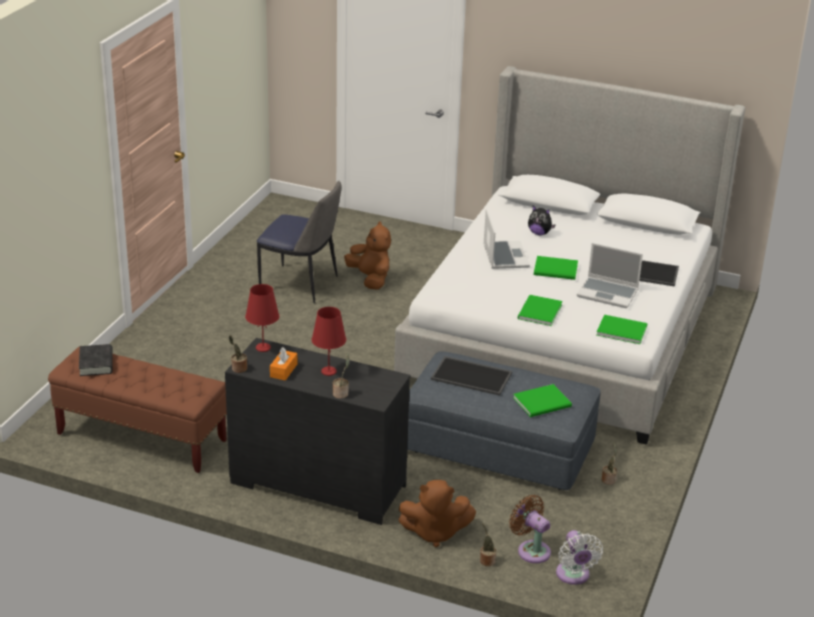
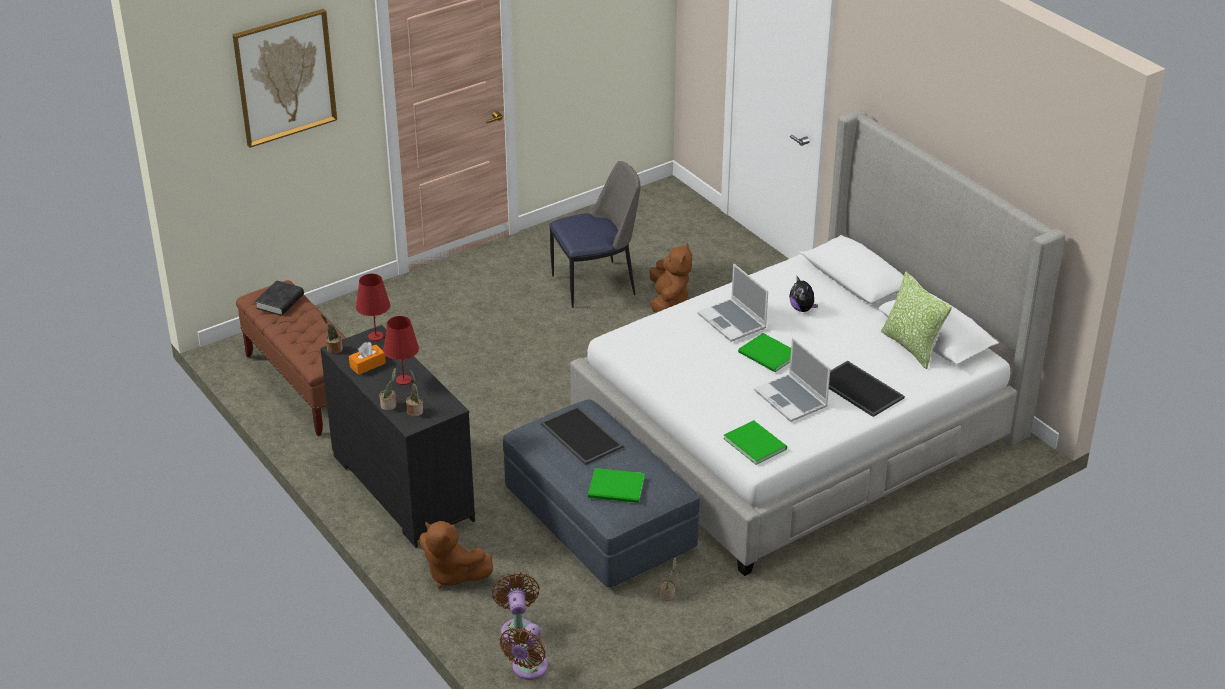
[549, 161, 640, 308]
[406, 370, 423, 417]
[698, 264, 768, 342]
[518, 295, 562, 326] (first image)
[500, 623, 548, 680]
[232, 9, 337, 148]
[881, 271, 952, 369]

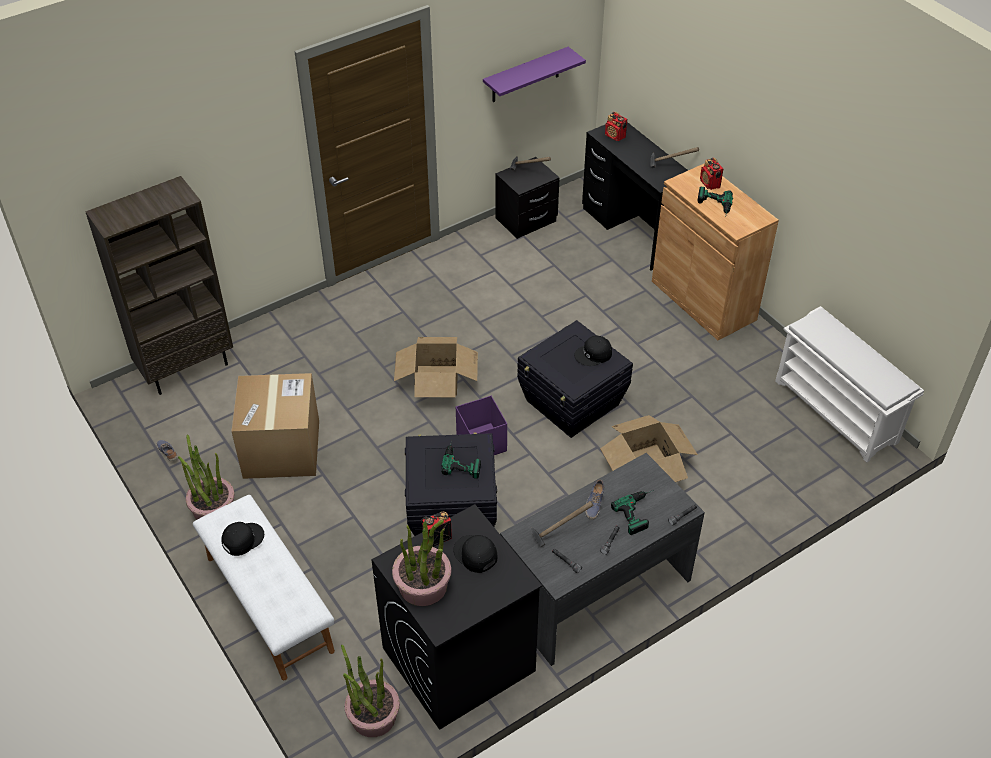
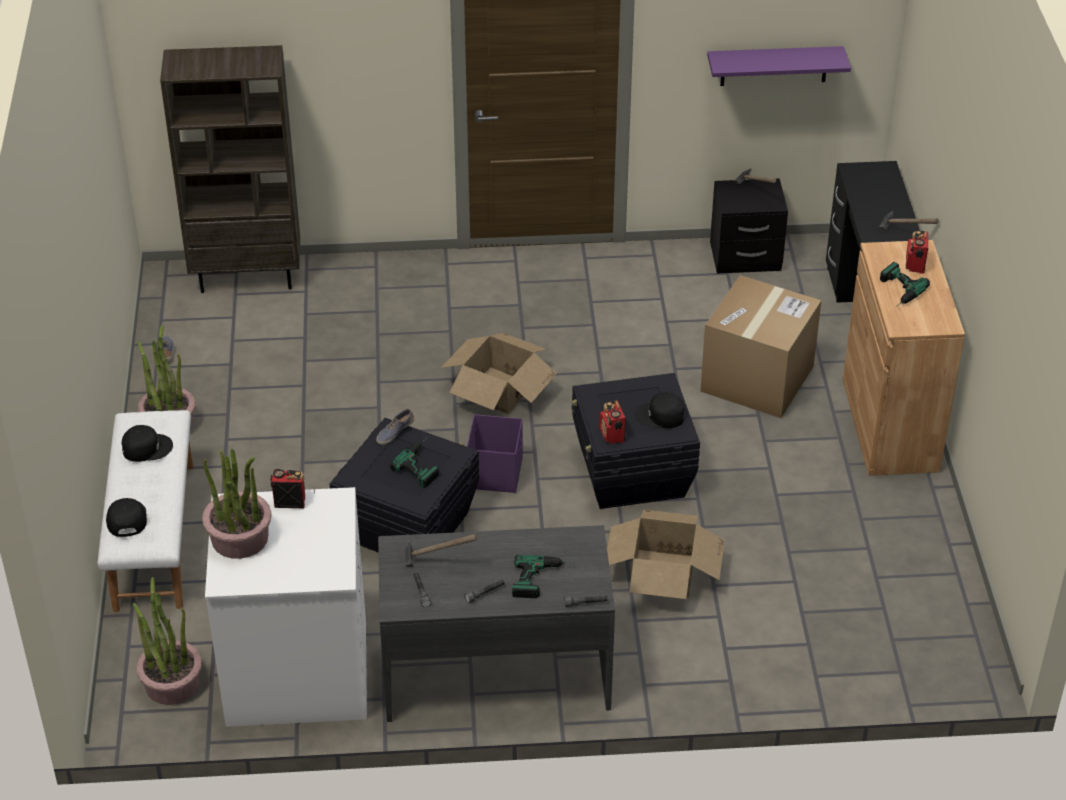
[700, 275, 822, 418]
[205, 487, 367, 727]
[106, 498, 147, 537]
[376, 408, 415, 445]
[600, 400, 626, 444]
[775, 306, 924, 462] (first image)

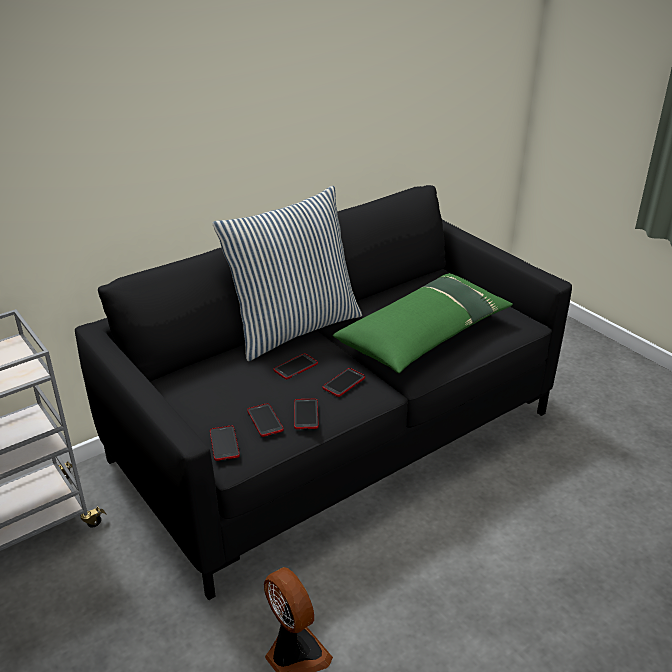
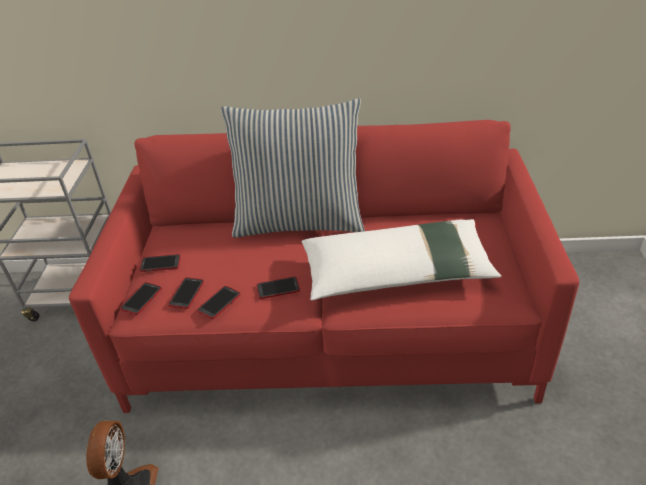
[69, 120, 579, 413]
[139, 254, 181, 272]
[302, 219, 501, 300]

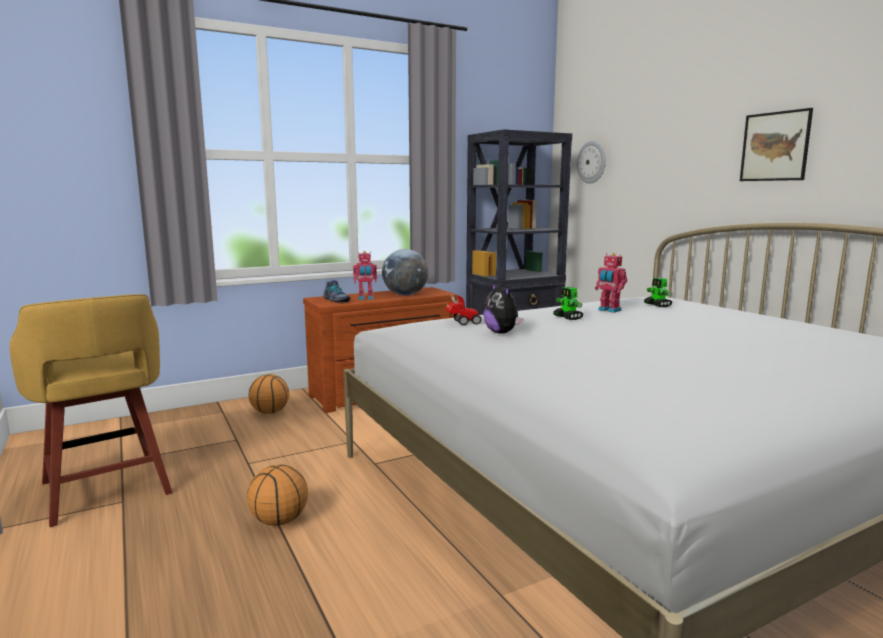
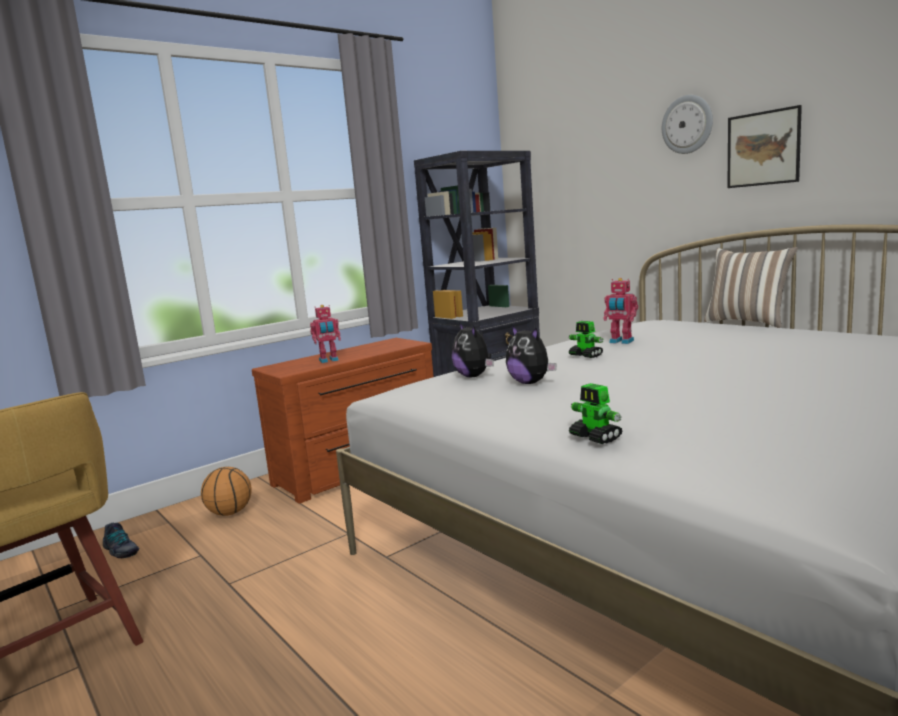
[247, 464, 308, 526] (first image)
[103, 523, 140, 558]
[382, 249, 428, 295] (first image)
[452, 322, 494, 377]
[662, 95, 713, 154]
[569, 383, 623, 444]
[704, 247, 798, 328]

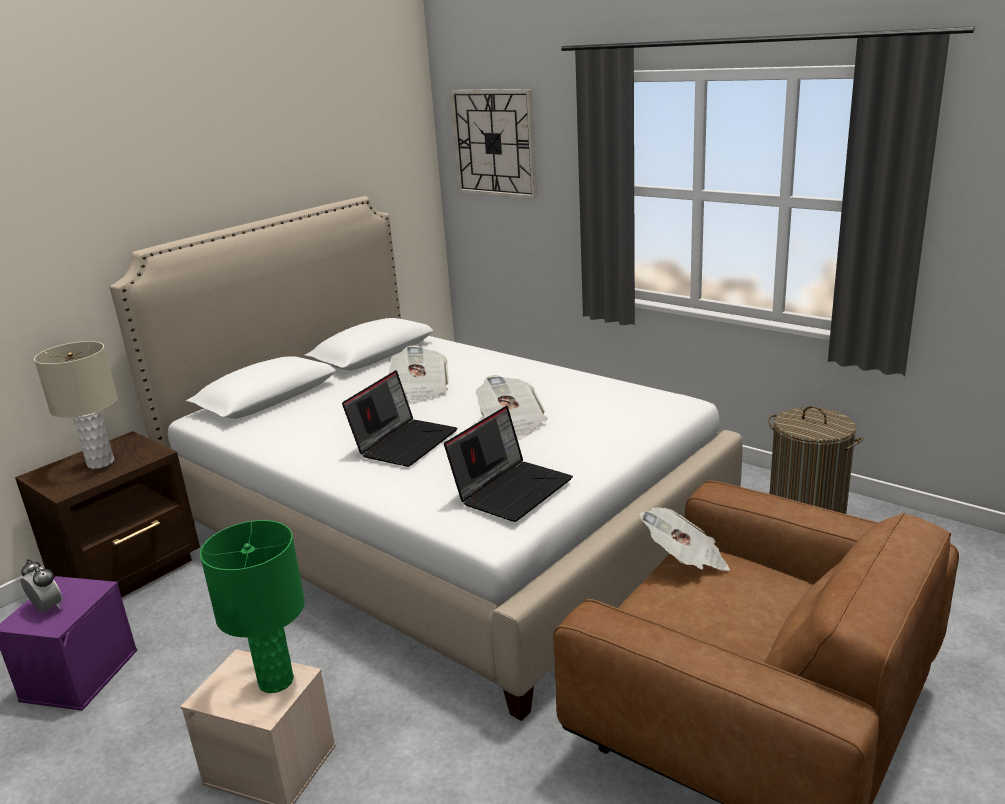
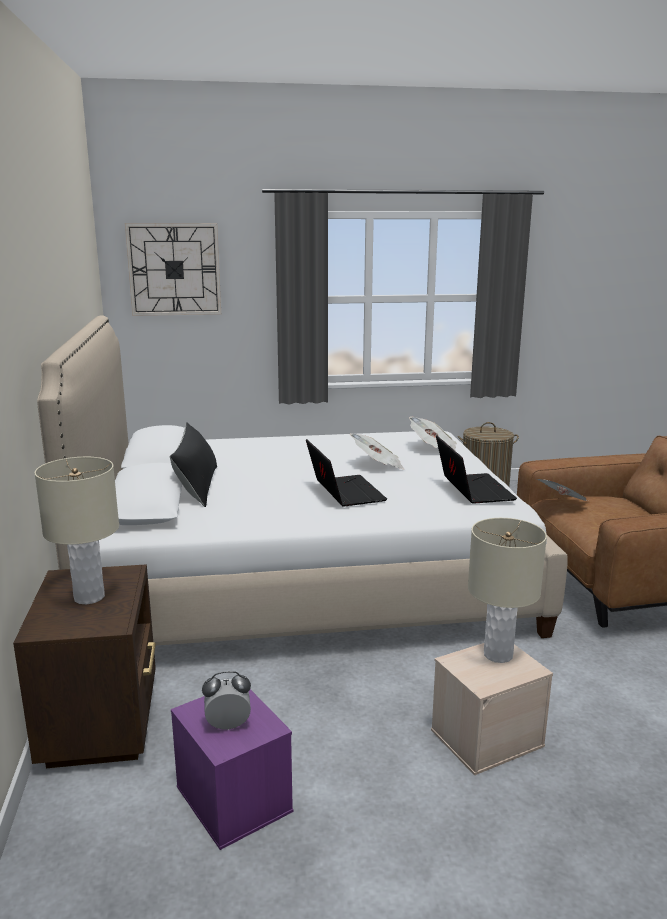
[468, 518, 547, 663]
[409, 416, 457, 451]
[169, 422, 217, 507]

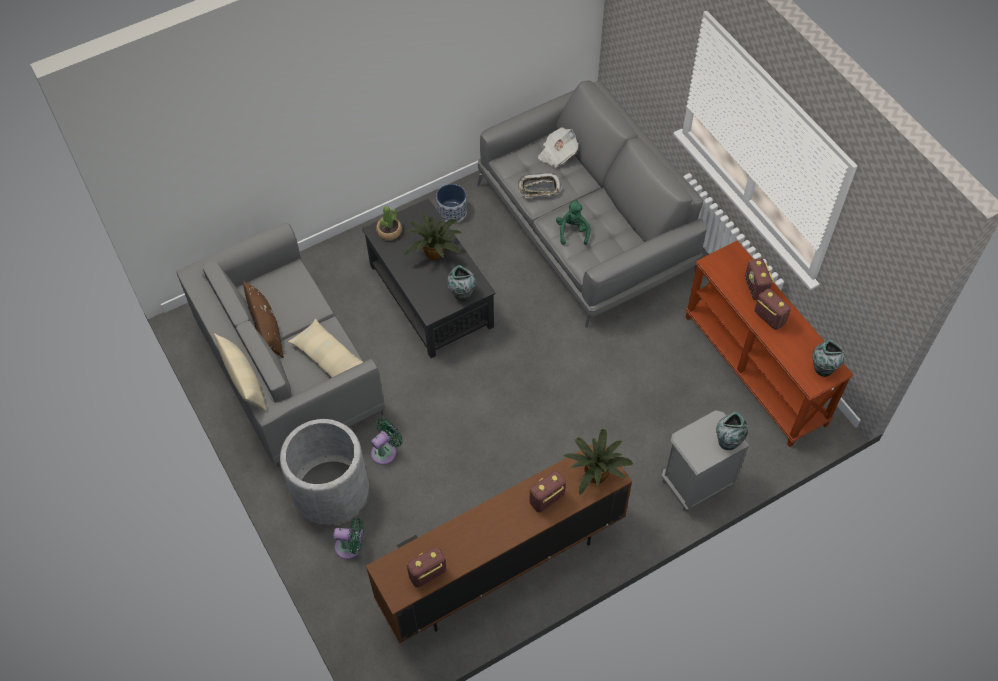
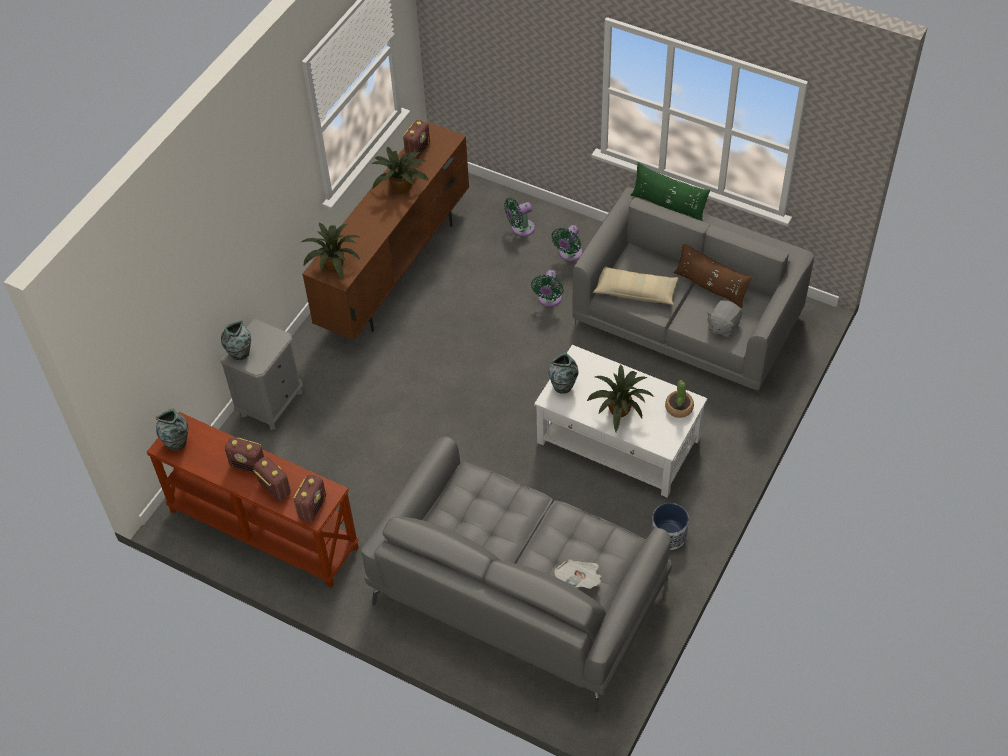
[630, 162, 710, 221]
[551, 225, 582, 261]
[534, 345, 707, 498]
[518, 172, 562, 198] (first image)
[294, 475, 326, 522]
[556, 200, 590, 245] (first image)
[372, 147, 429, 193]
[707, 300, 742, 338]

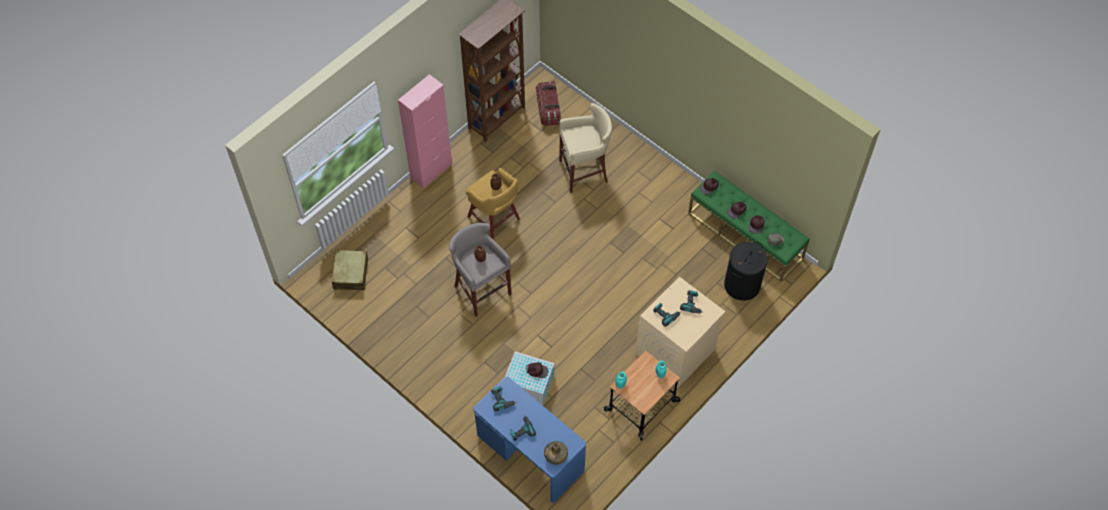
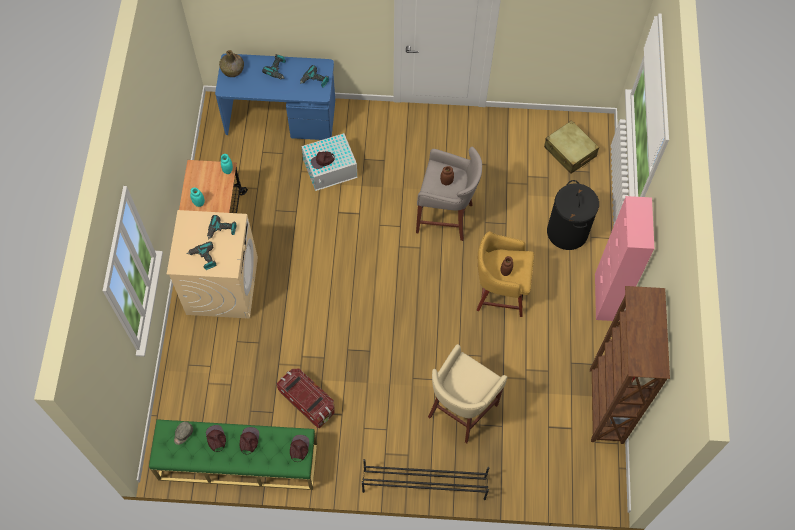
[276, 369, 335, 428]
[547, 180, 599, 250]
[362, 459, 489, 500]

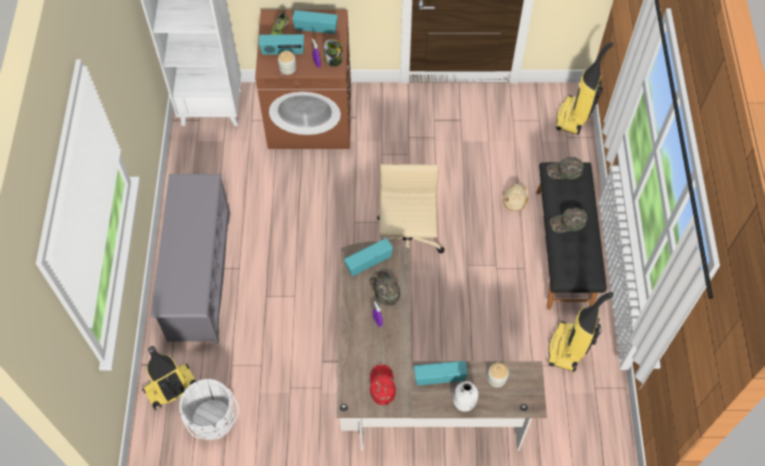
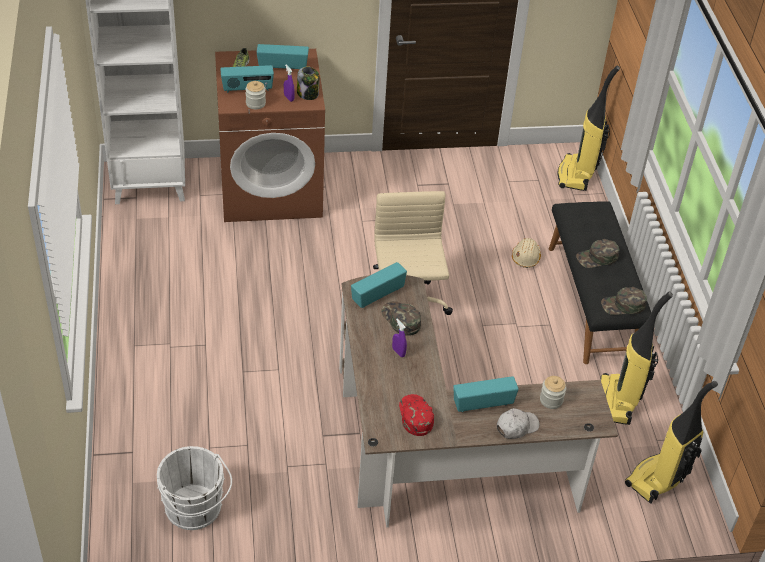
[625, 381, 718, 504]
[151, 174, 230, 344] (first image)
[497, 408, 539, 439]
[601, 287, 647, 315]

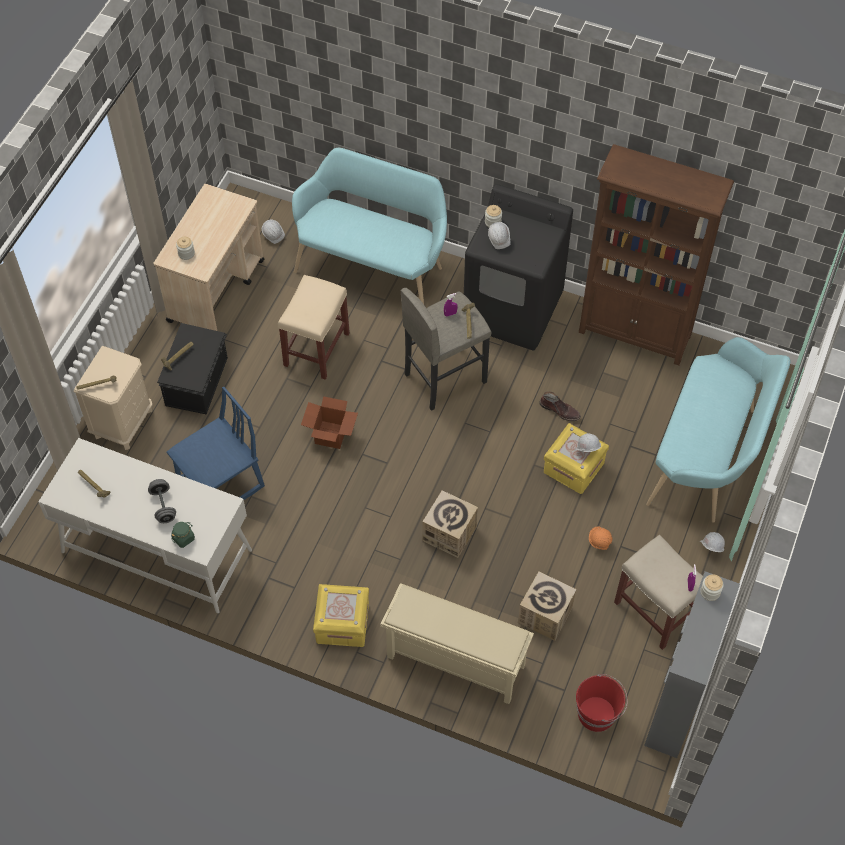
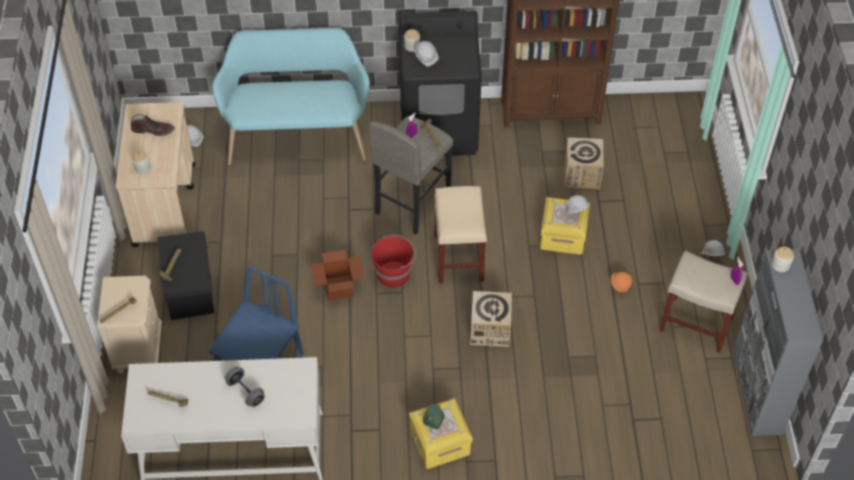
[423, 403, 444, 429]
[434, 186, 487, 283]
[380, 583, 534, 704] (first image)
[564, 137, 604, 189]
[131, 114, 175, 136]
[371, 235, 416, 288]
[646, 337, 790, 523] (first image)

